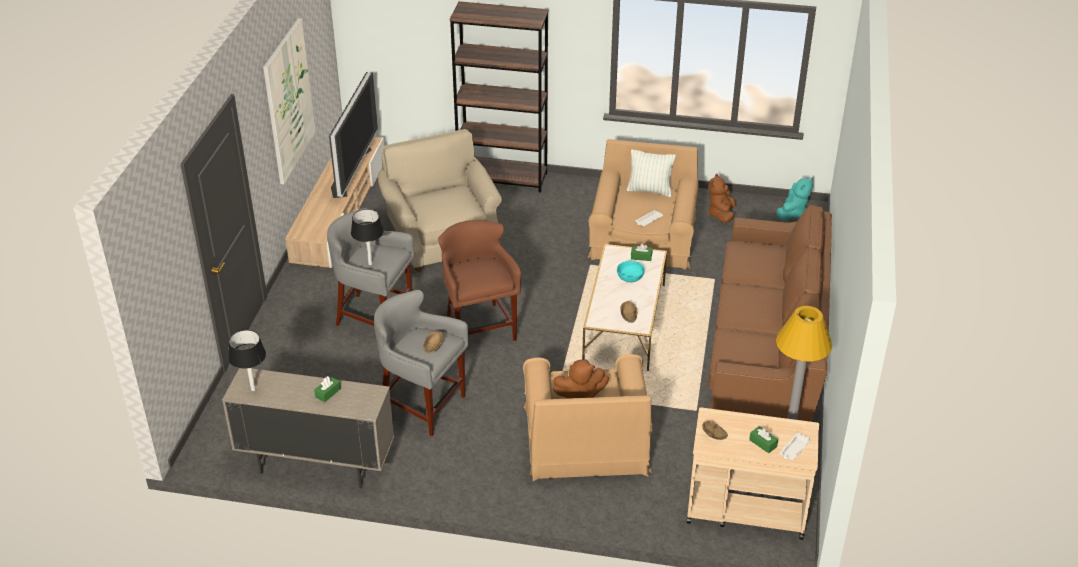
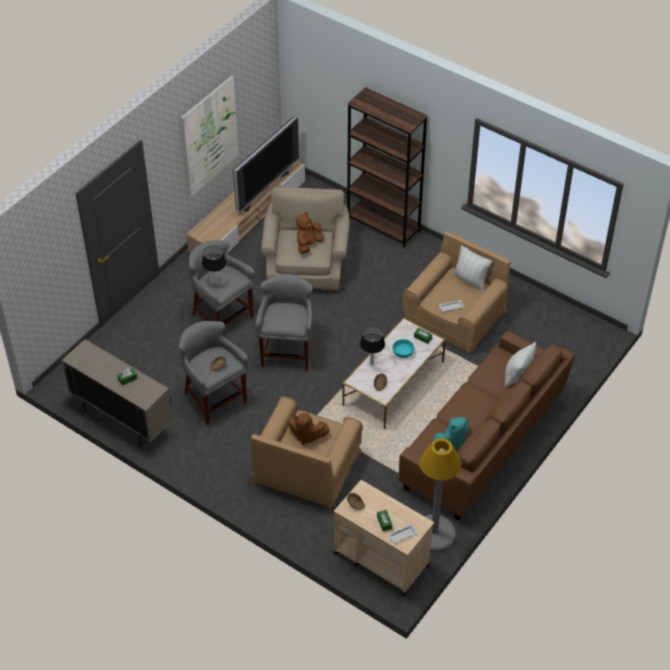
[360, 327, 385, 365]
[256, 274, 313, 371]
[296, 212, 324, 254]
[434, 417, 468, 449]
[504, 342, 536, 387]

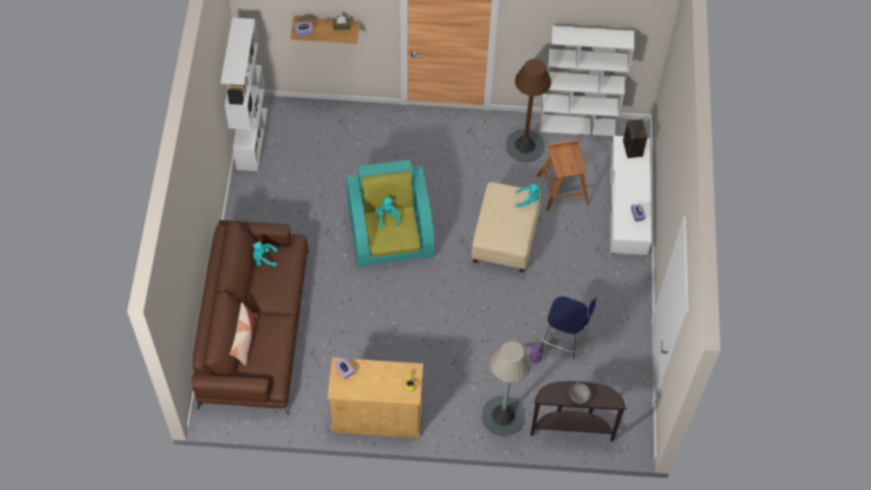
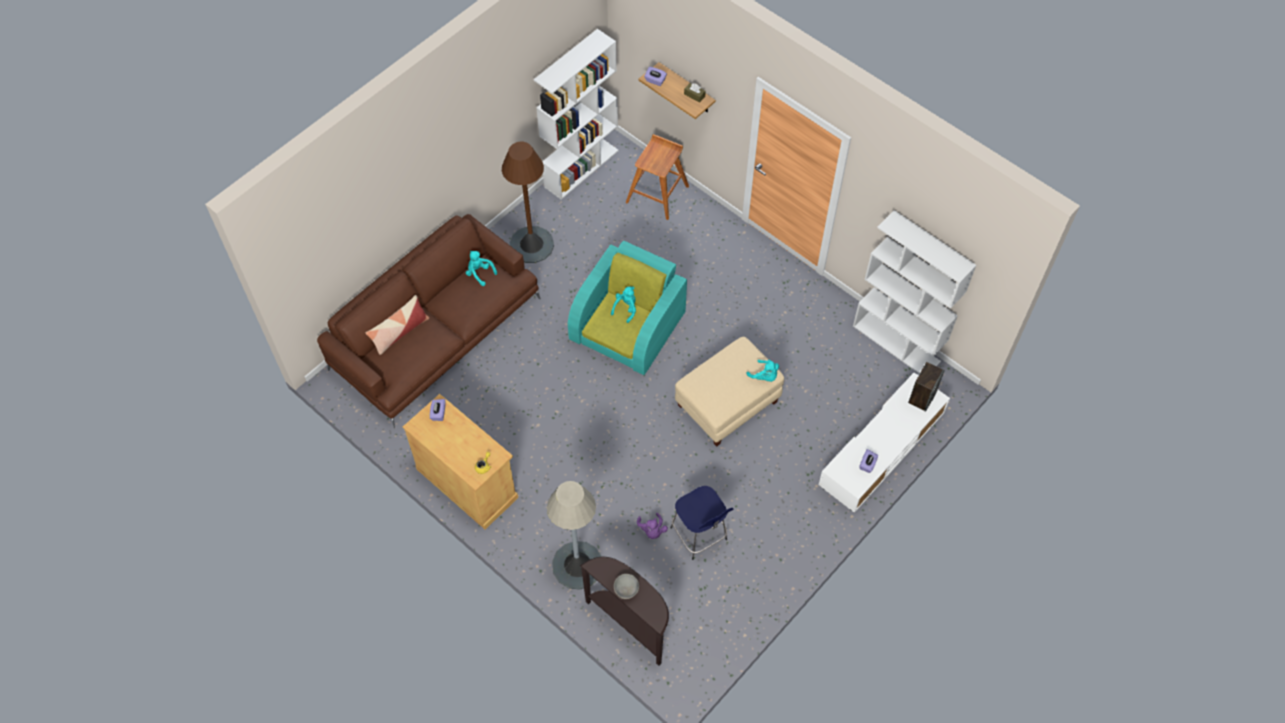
[502, 142, 554, 263]
[626, 134, 689, 220]

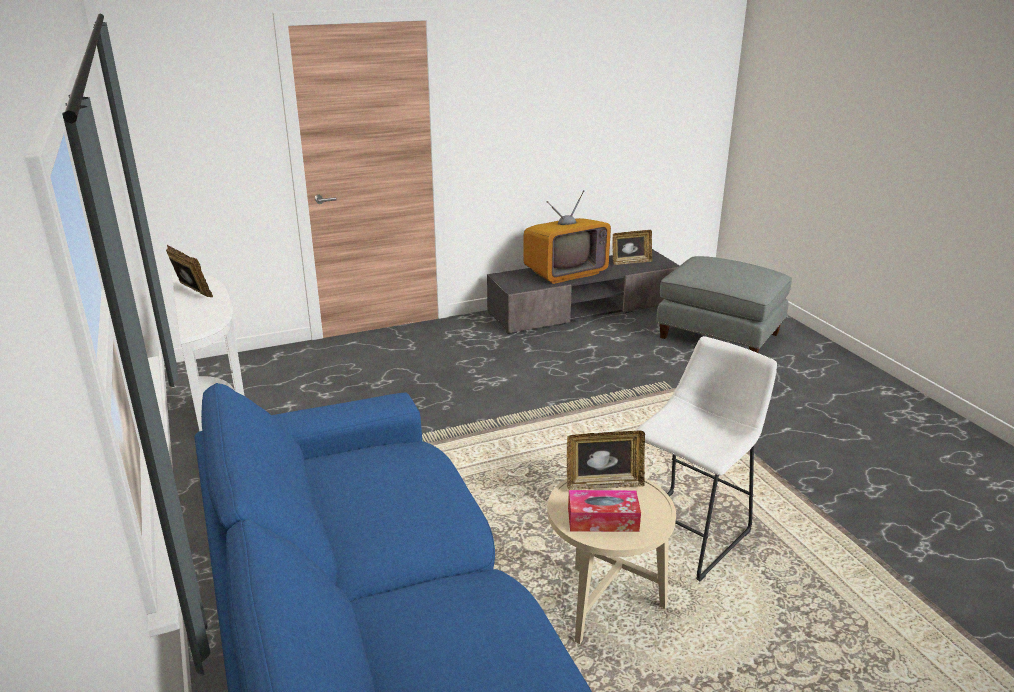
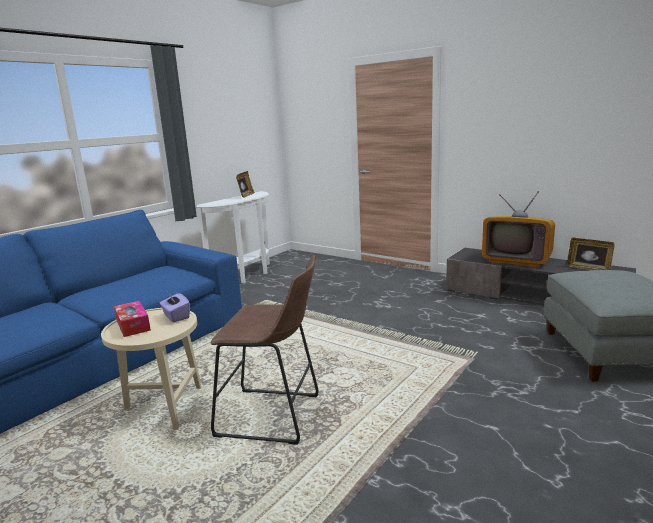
[160, 294, 190, 322]
[211, 255, 318, 445]

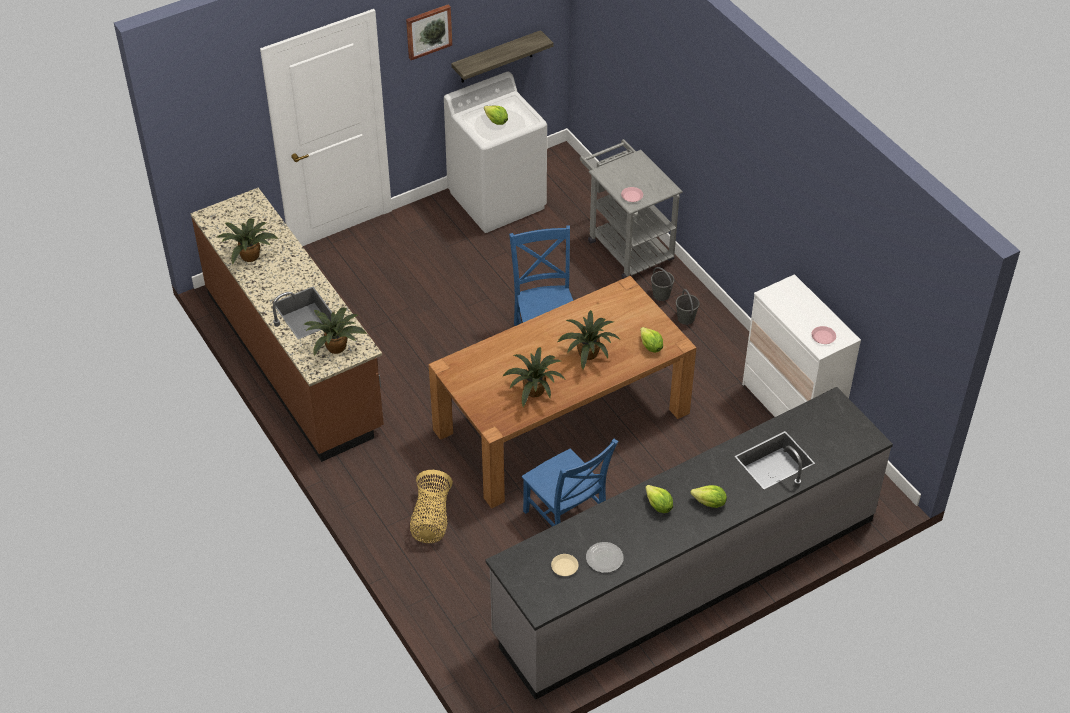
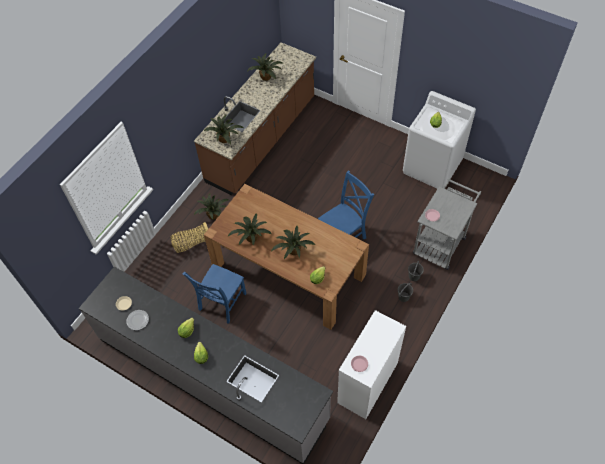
[406, 4, 452, 60] (first image)
[451, 30, 553, 83] (first image)
[194, 193, 229, 220]

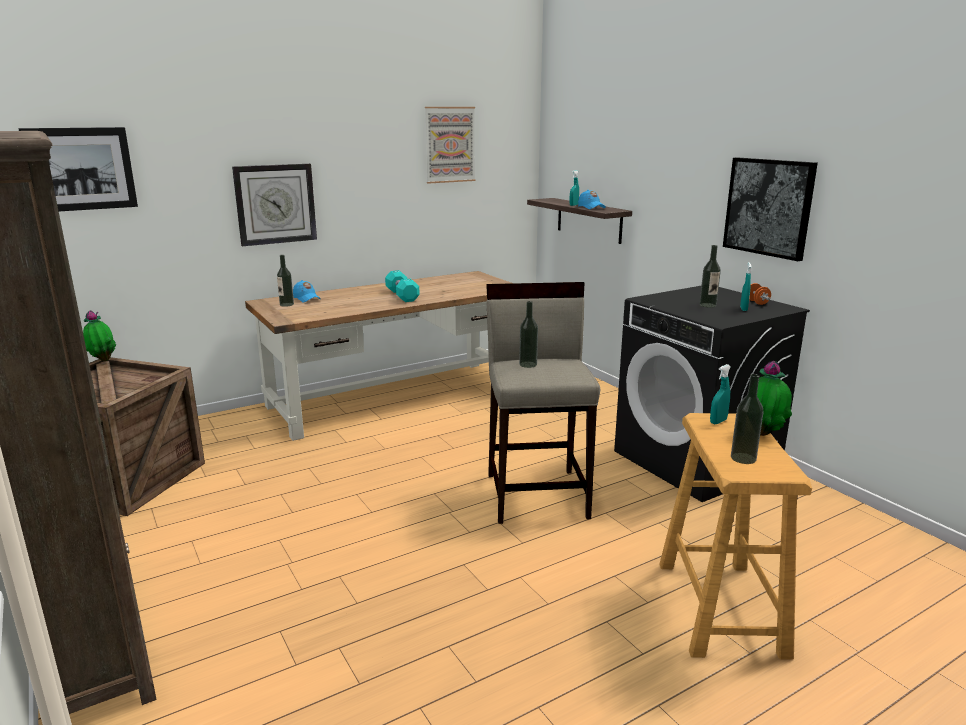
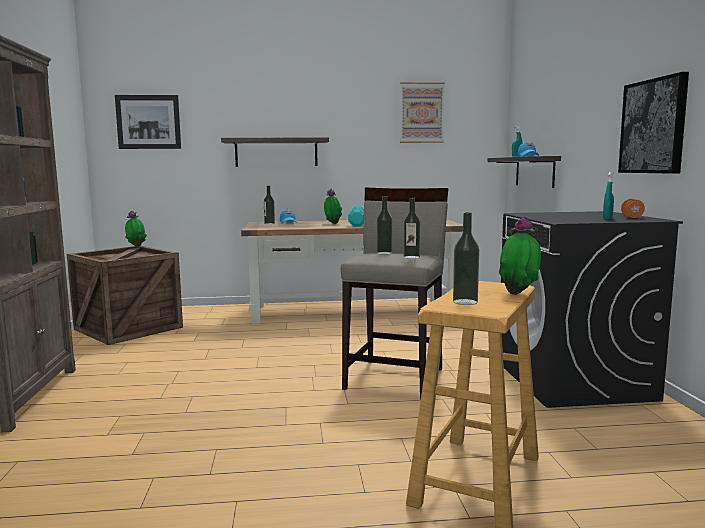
[221, 137, 329, 167]
[404, 198, 420, 259]
[710, 364, 731, 424] (first image)
[324, 189, 342, 224]

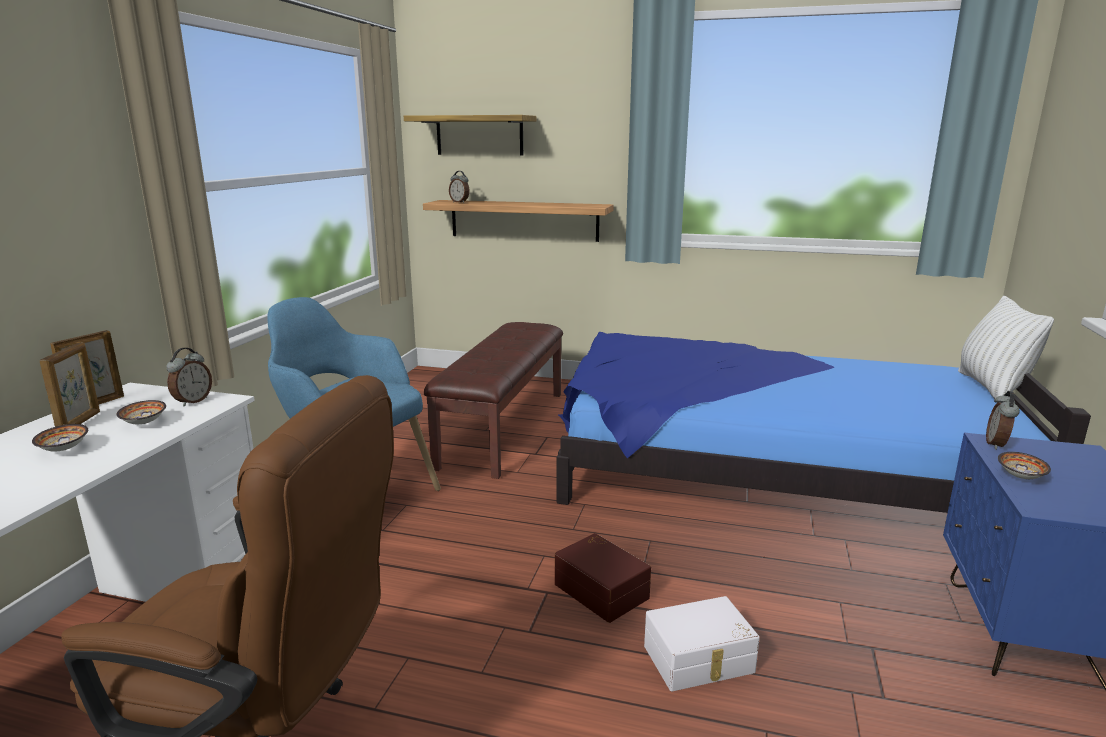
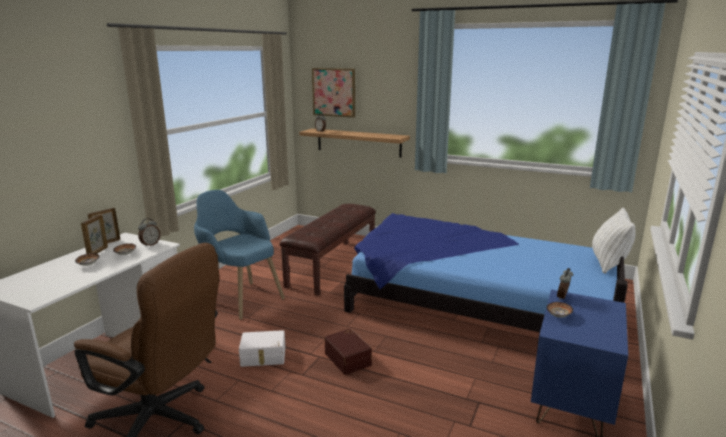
[312, 68, 355, 118]
[239, 330, 285, 367]

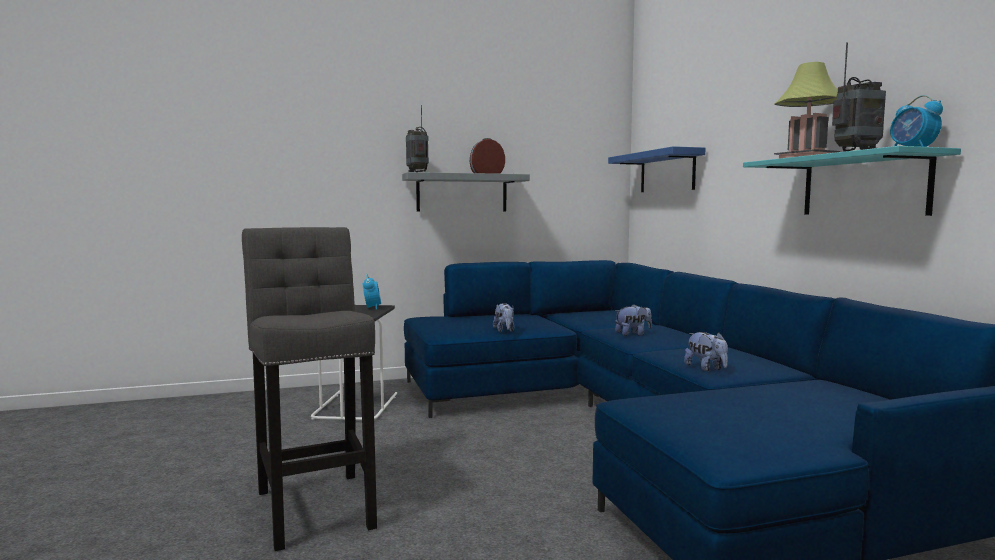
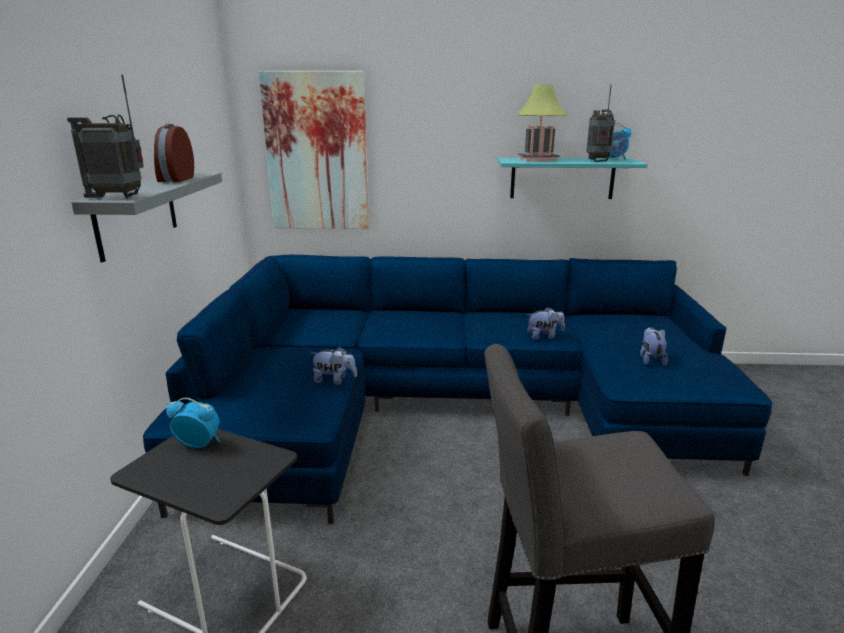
[259, 71, 369, 229]
[640, 327, 668, 366]

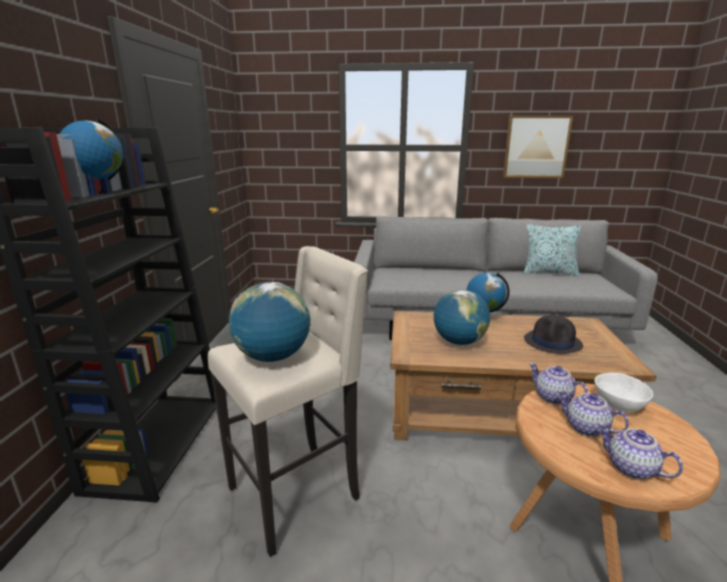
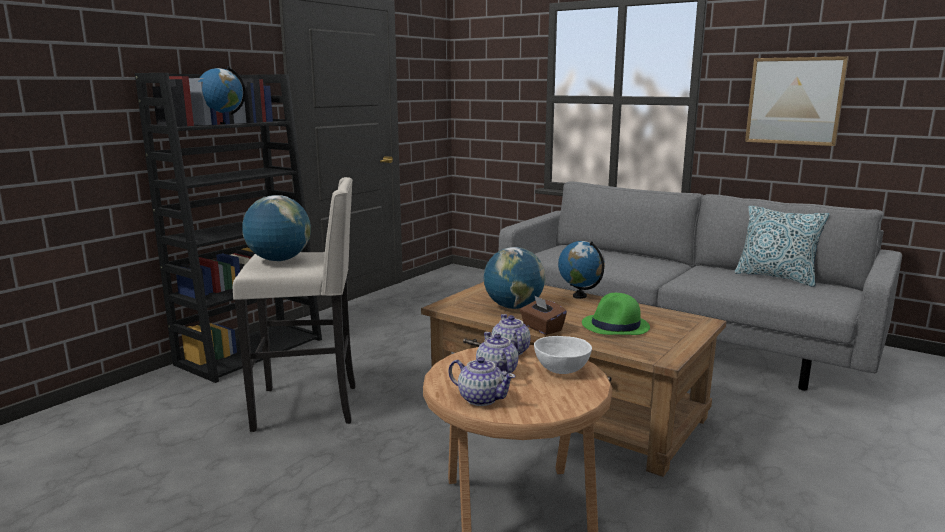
[582, 293, 650, 335]
[449, 357, 516, 406]
[520, 295, 567, 335]

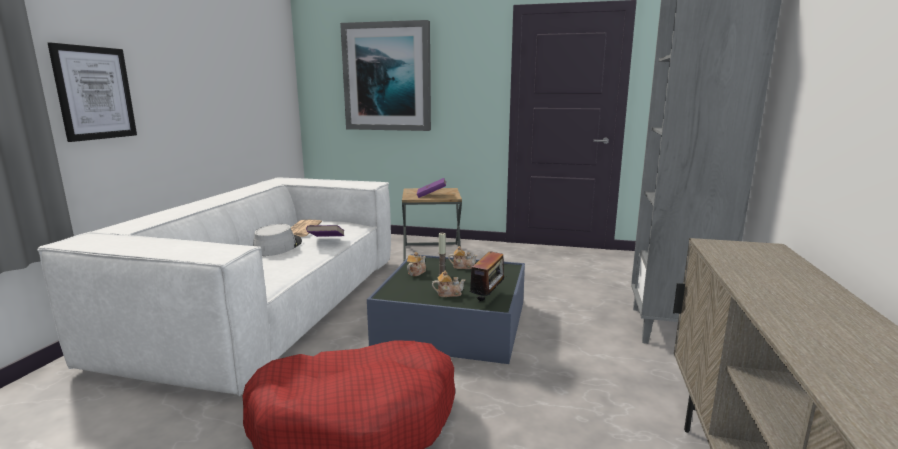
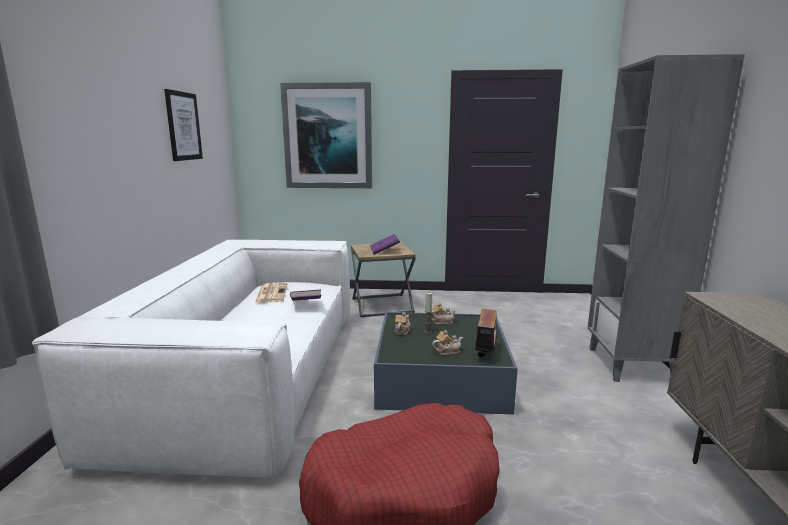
[164, 89, 203, 161]
[253, 224, 302, 256] (first image)

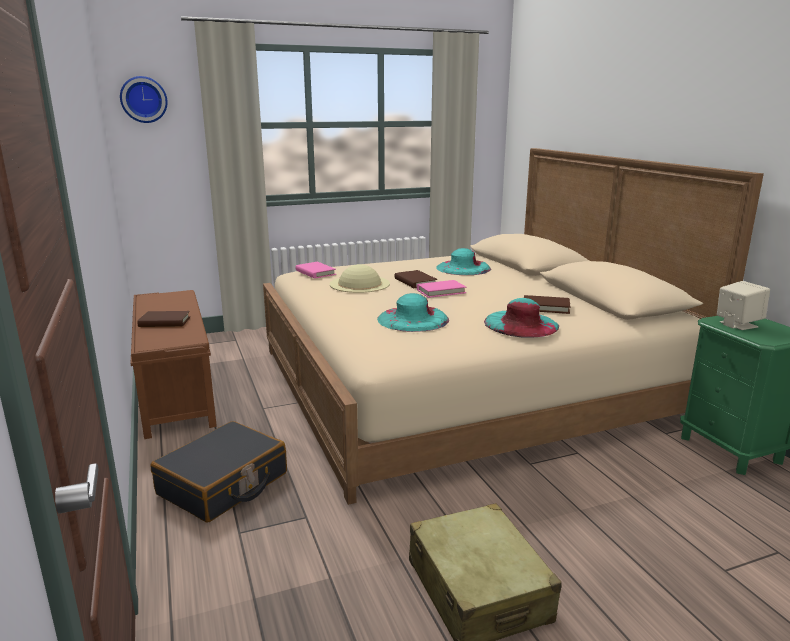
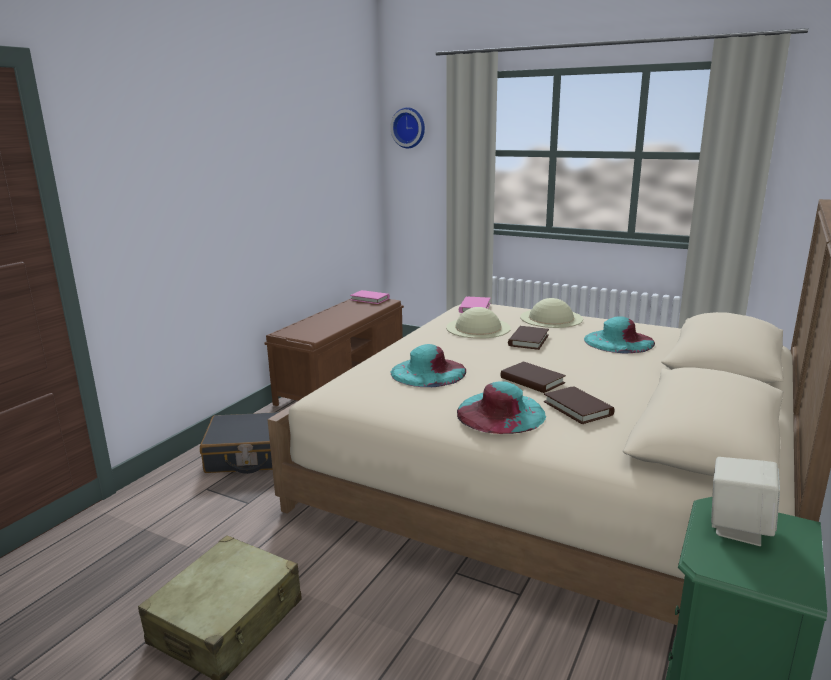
[501, 361, 566, 393]
[350, 290, 390, 304]
[520, 298, 583, 328]

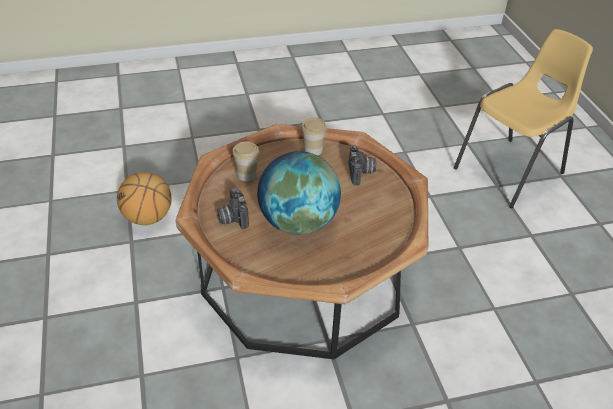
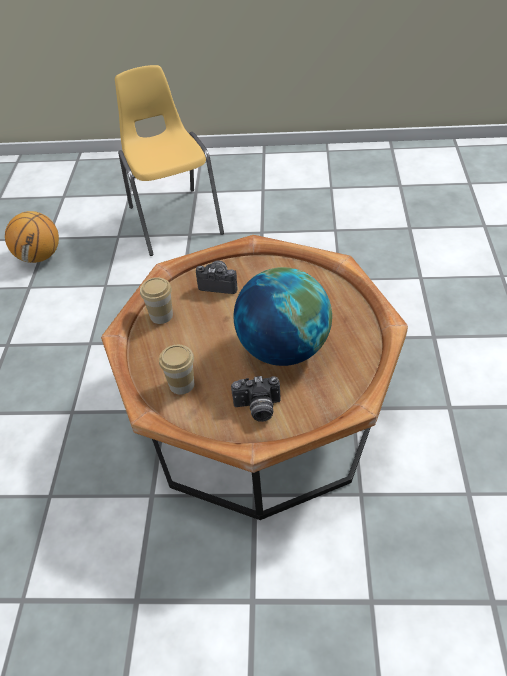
[5, 211, 59, 263]

